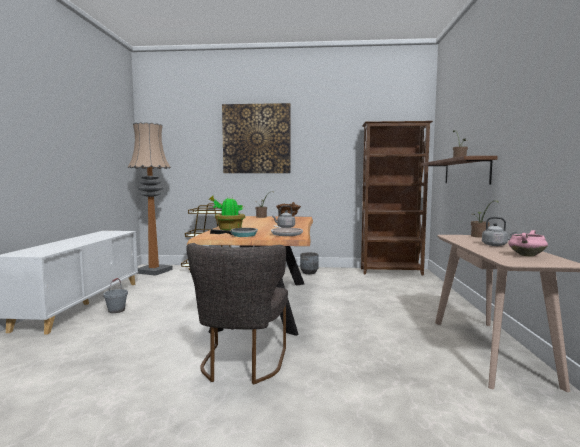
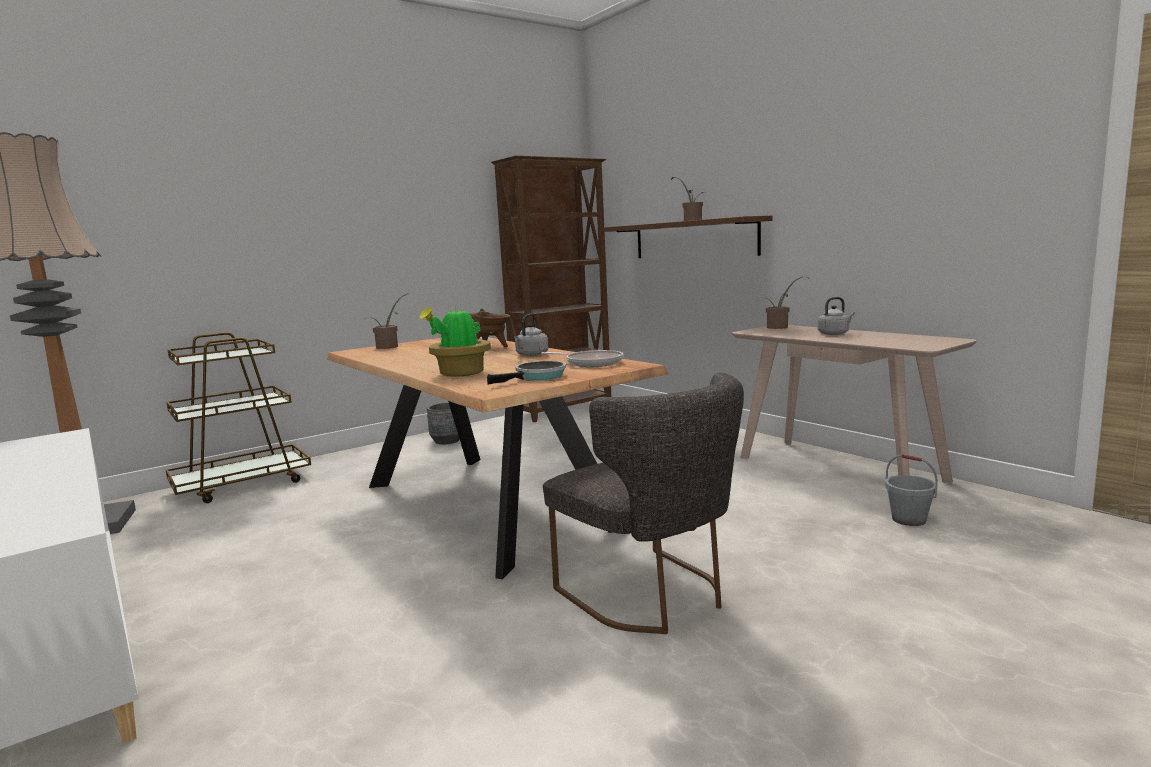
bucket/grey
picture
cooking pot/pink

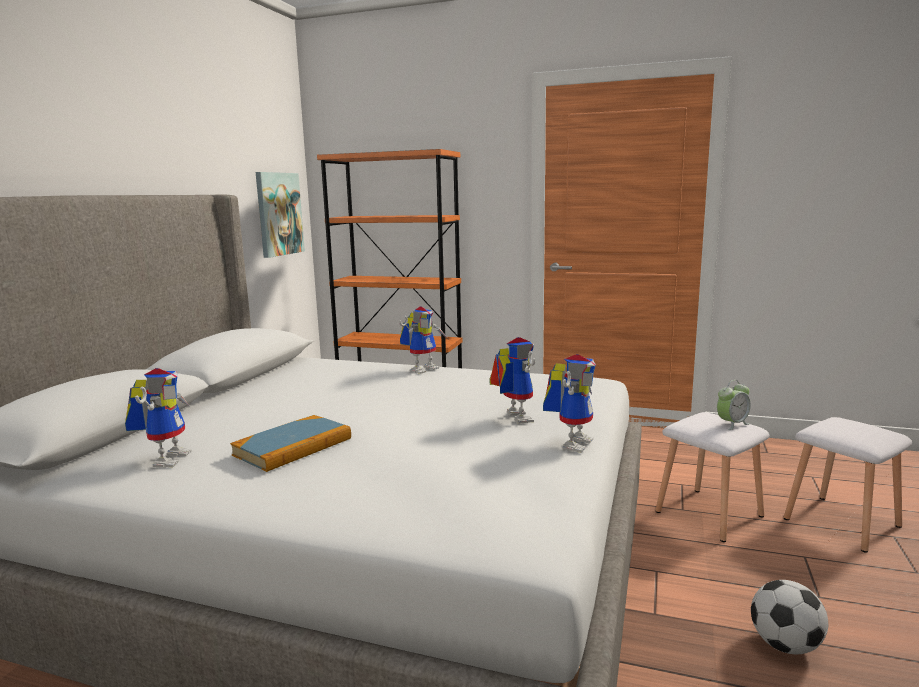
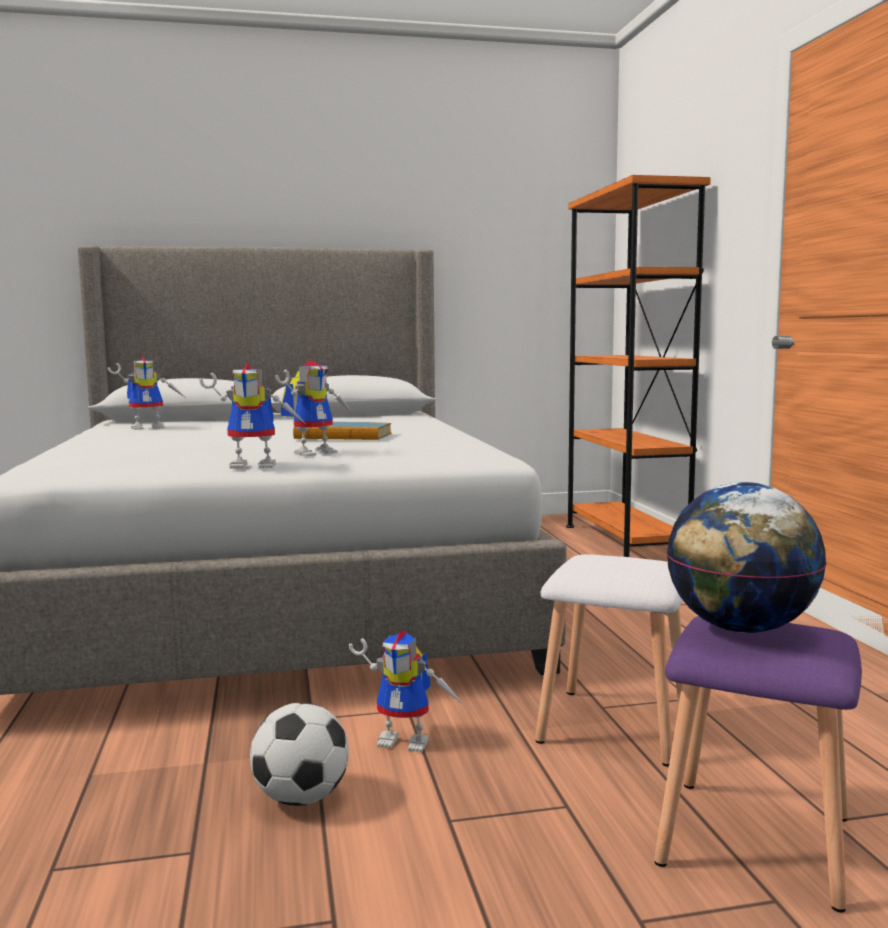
book
toy robot (no. 4 from left)
stool/purple
globe
picture
alarm clock

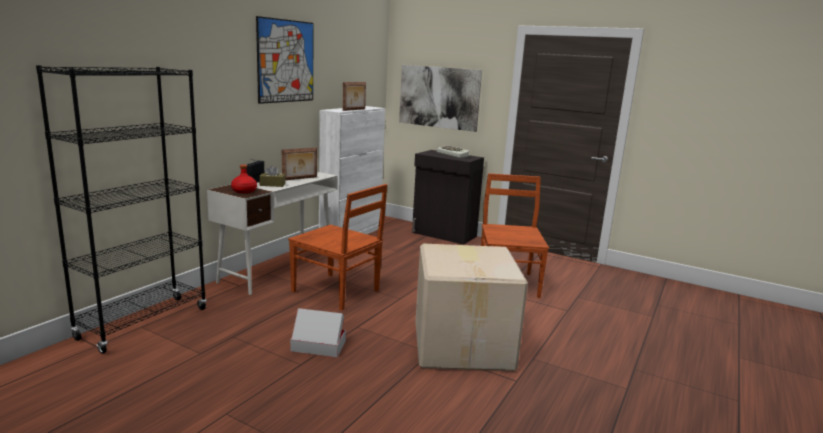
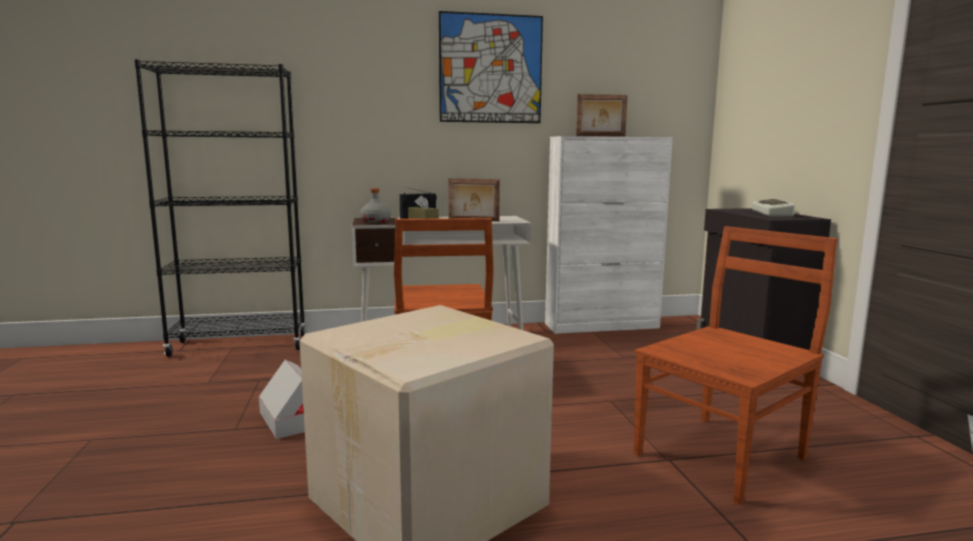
bottle/grey
picture (no. 2 from left in the first image)

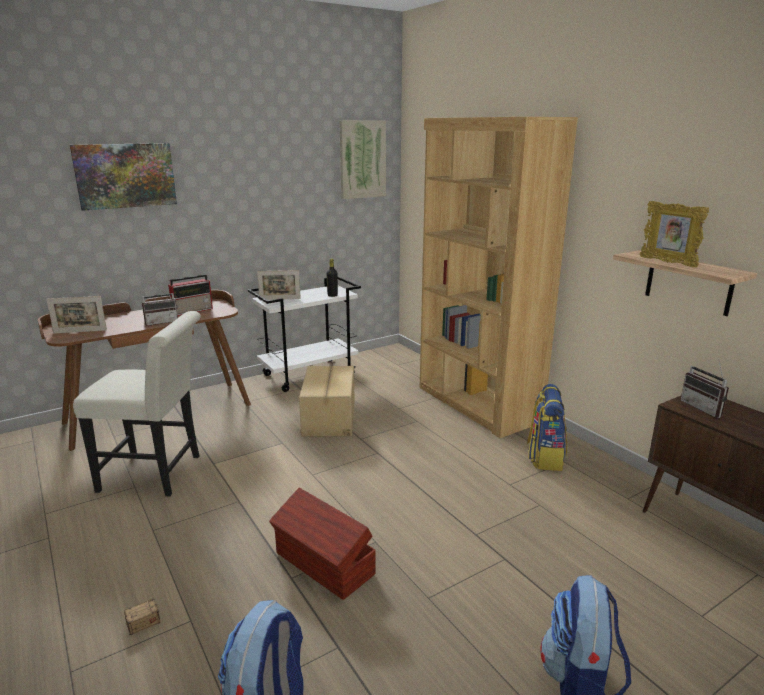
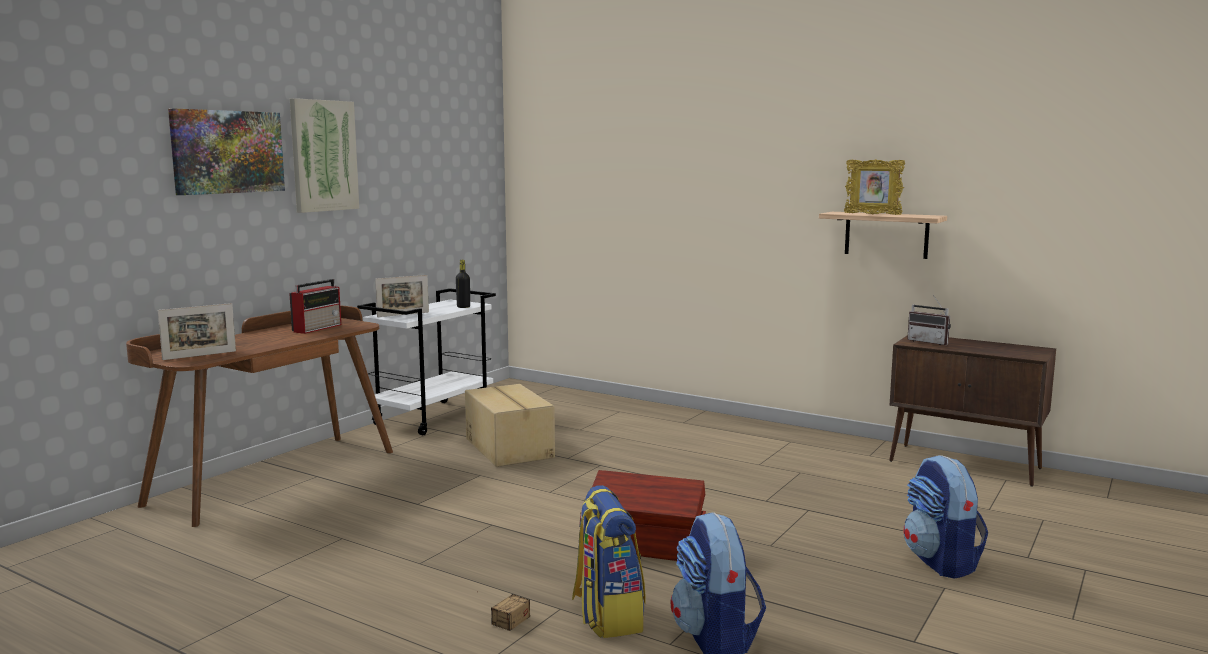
picture (no. 2 from left)
backpack (no. 1 from left)
chair/white
radio (no. 1 from left in the first image)
bookcase/brown

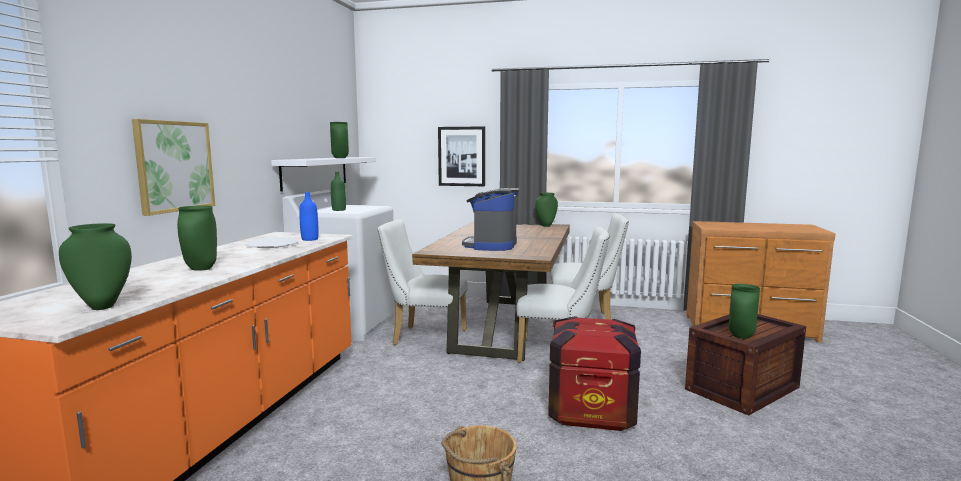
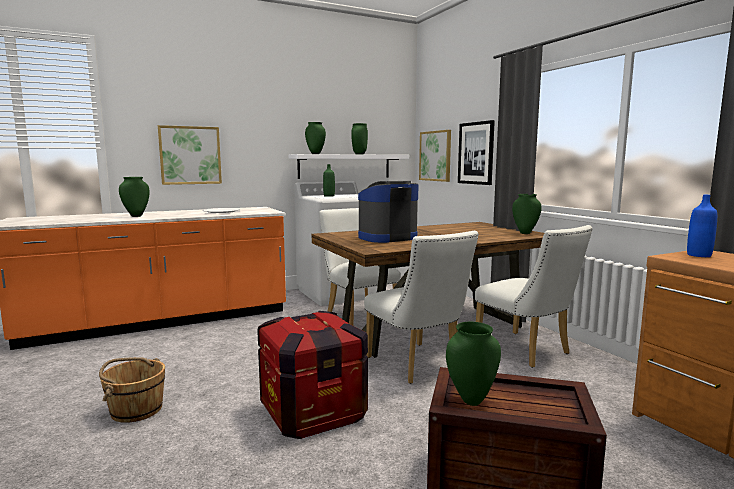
vase/green (no. 2 from left)
picture (no. 2 from left)
bottle/blue

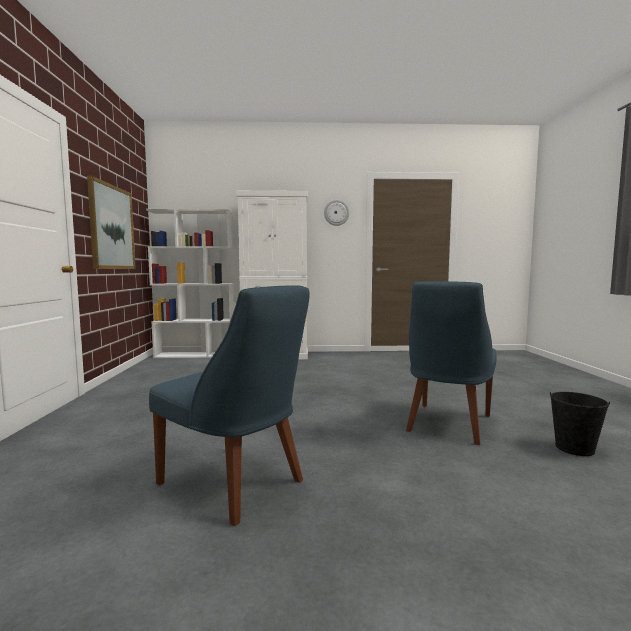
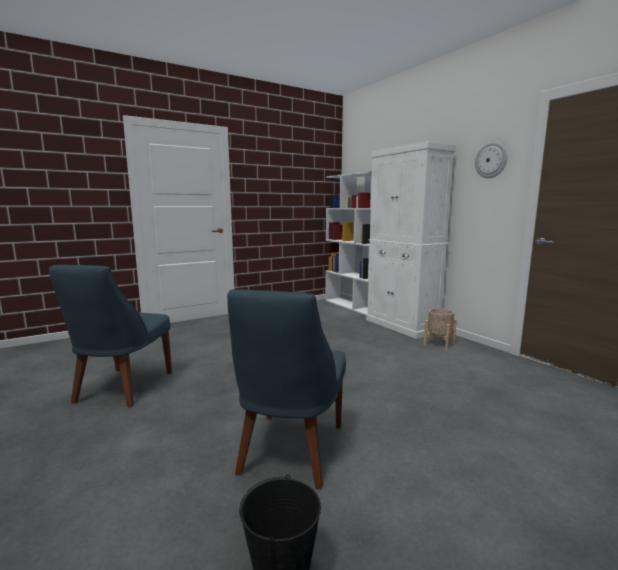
chair/blue (no. 2 from left)
planter/beige
picture

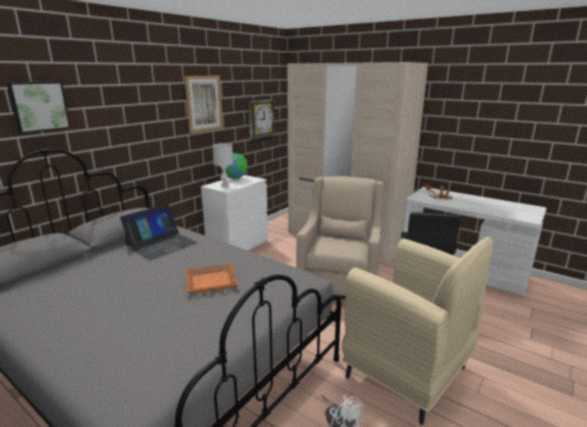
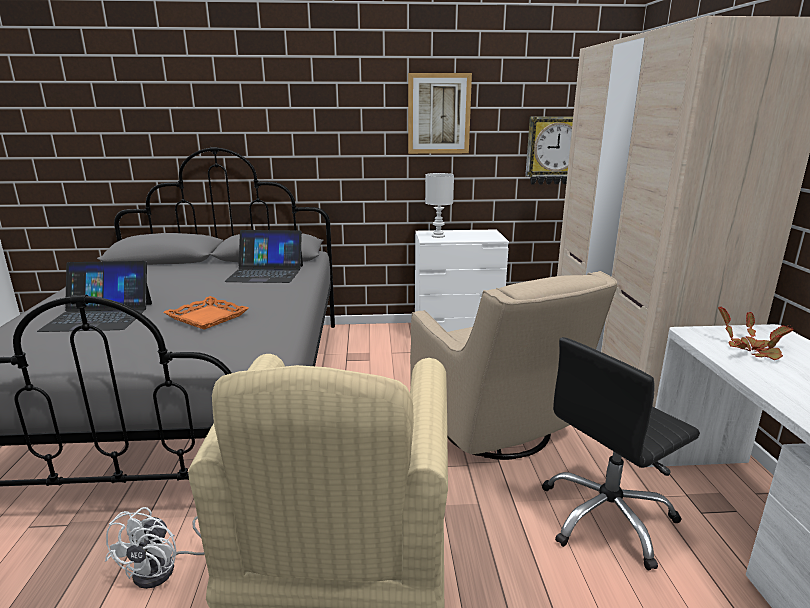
laptop (no. 1 from left)
armchair/beige (no. 2 from left)
picture (no. 1 from left in the first image)
globe

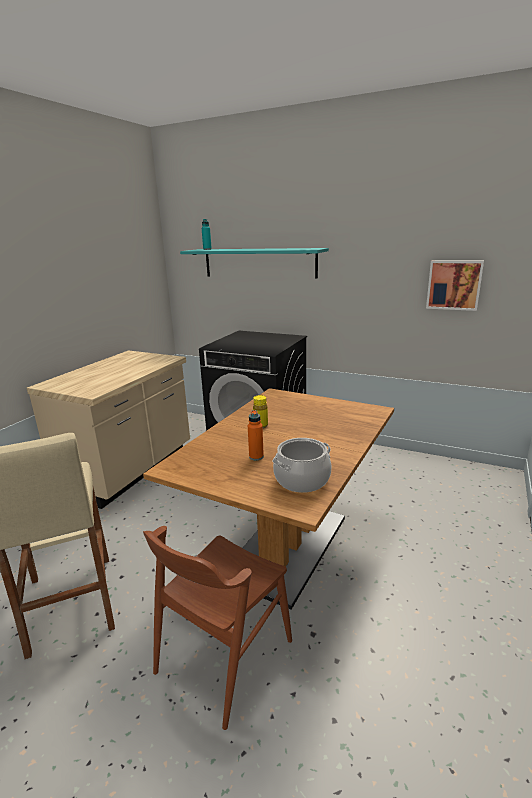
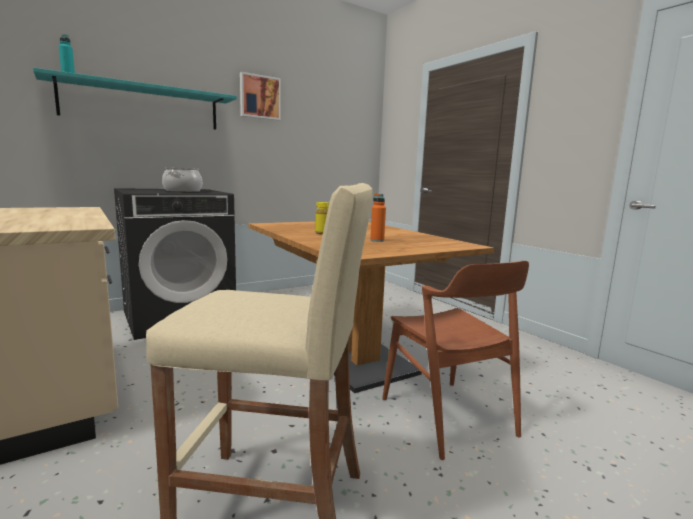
cooking pot
picture

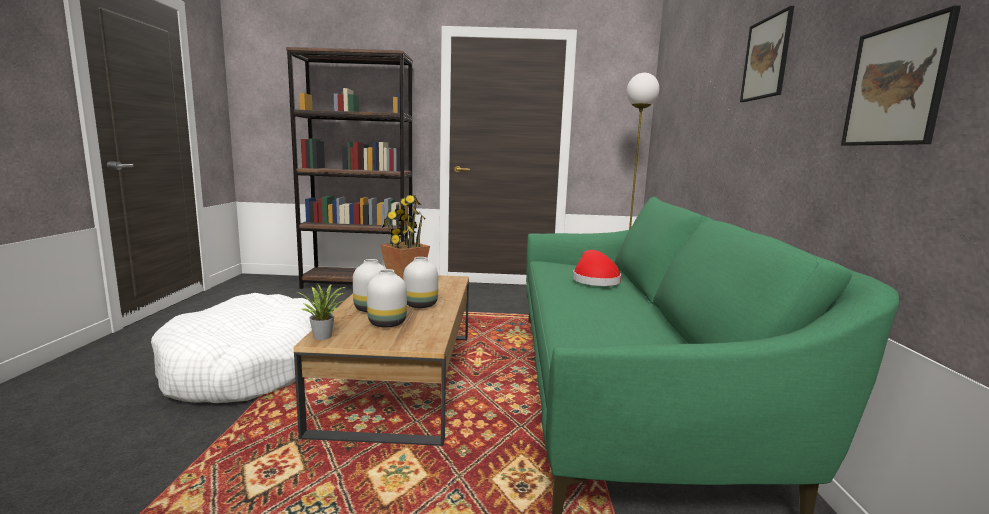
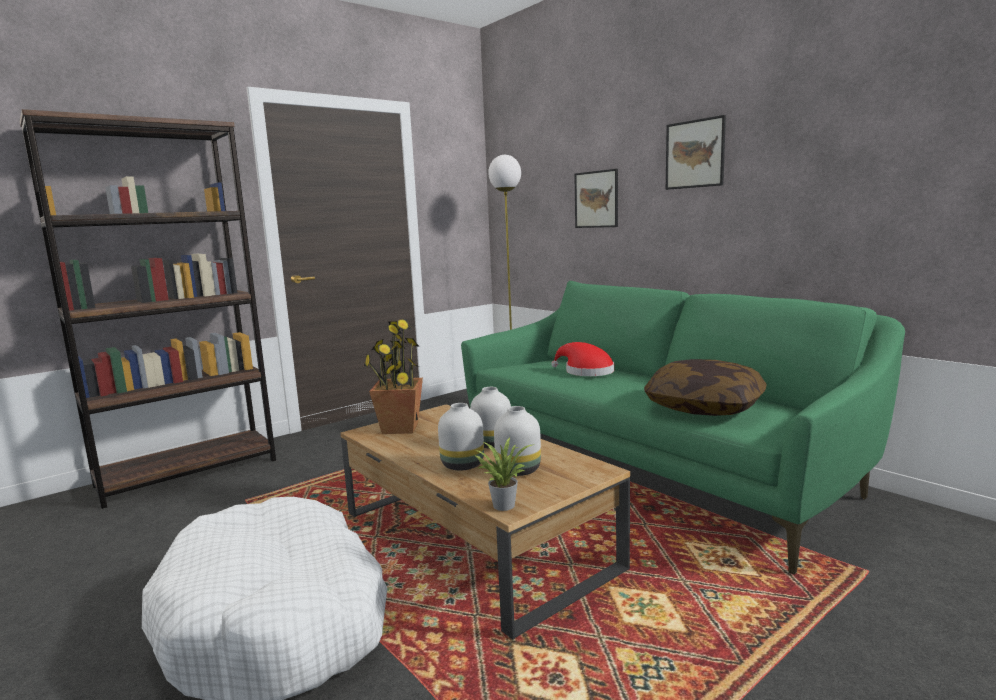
picture (no. 1 from left)
pillow

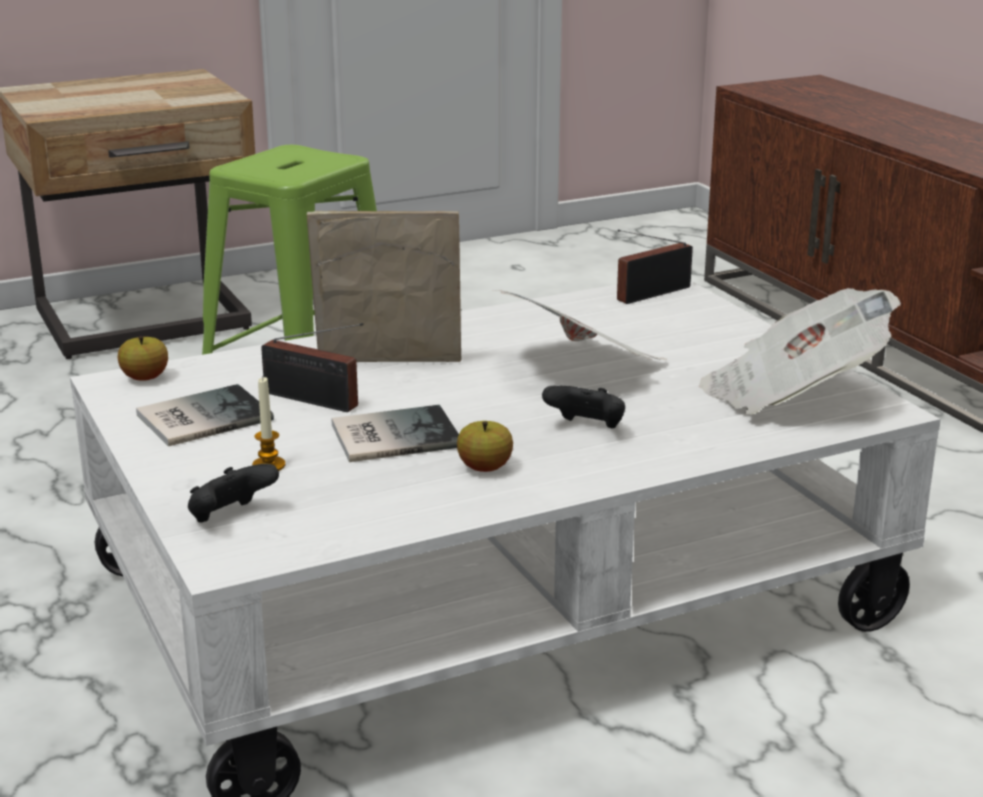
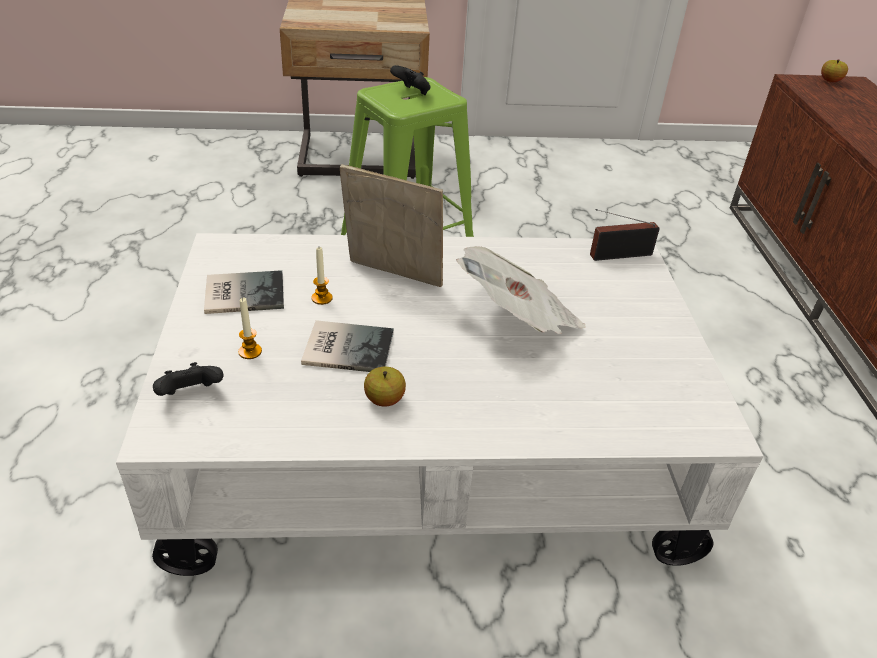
candle (no. 2 from left)
game controller/black (no. 2 from left)
apple (no. 2 from left)
newspaper (no. 2 from left in the first image)

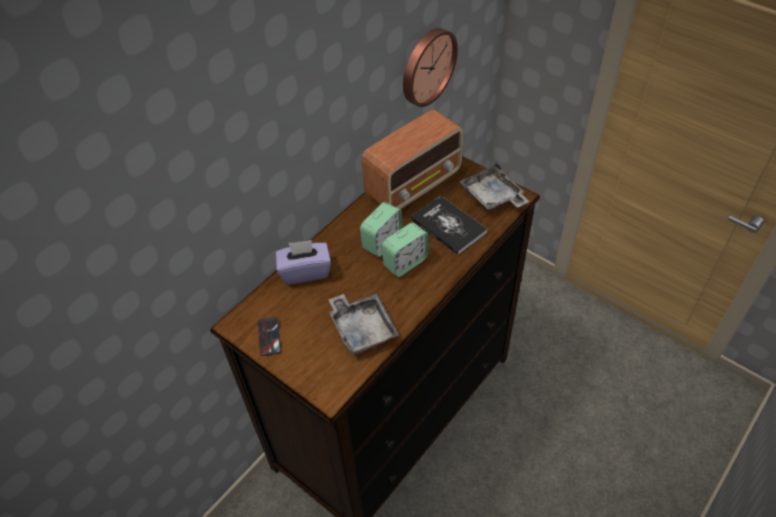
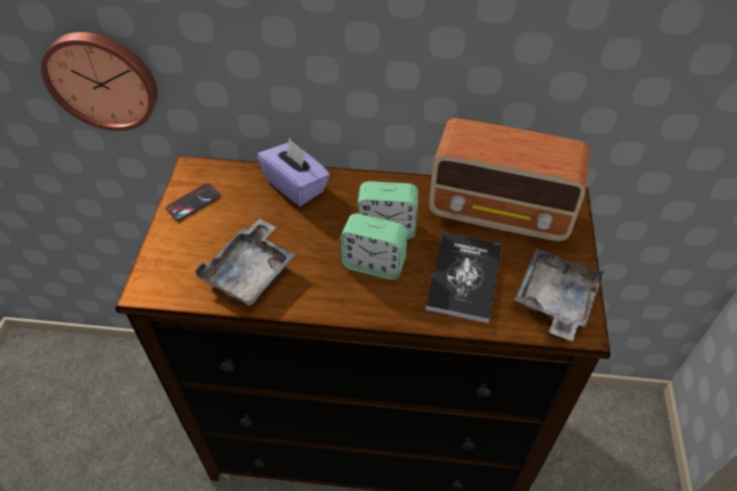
wall clock

